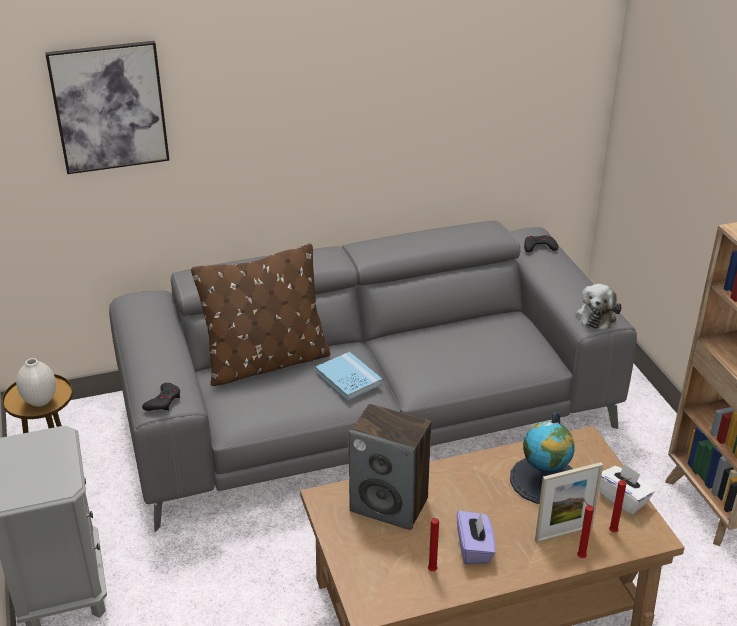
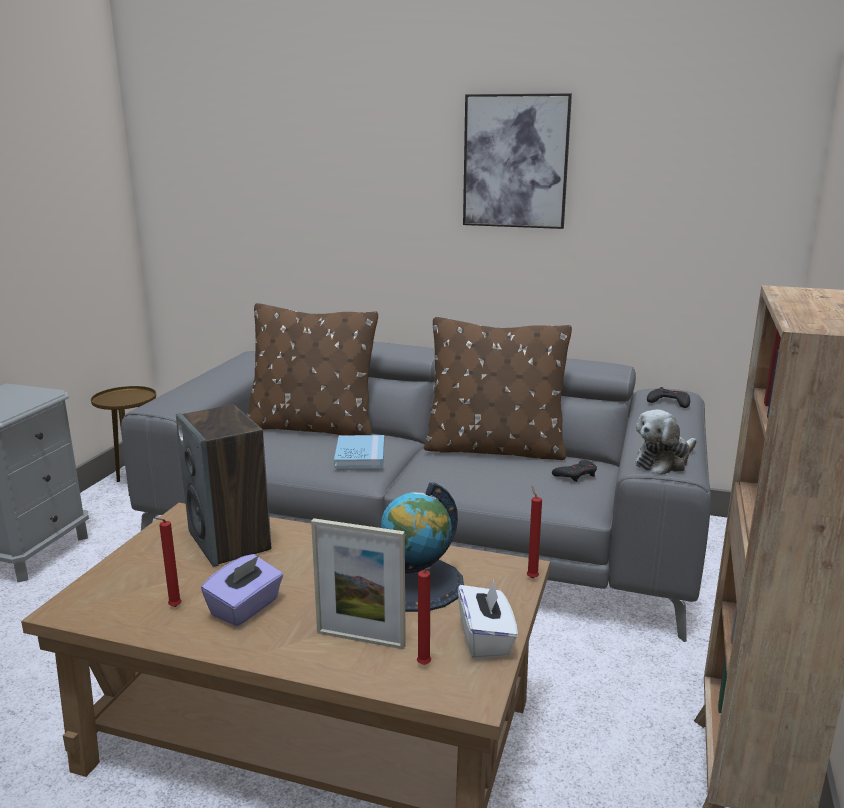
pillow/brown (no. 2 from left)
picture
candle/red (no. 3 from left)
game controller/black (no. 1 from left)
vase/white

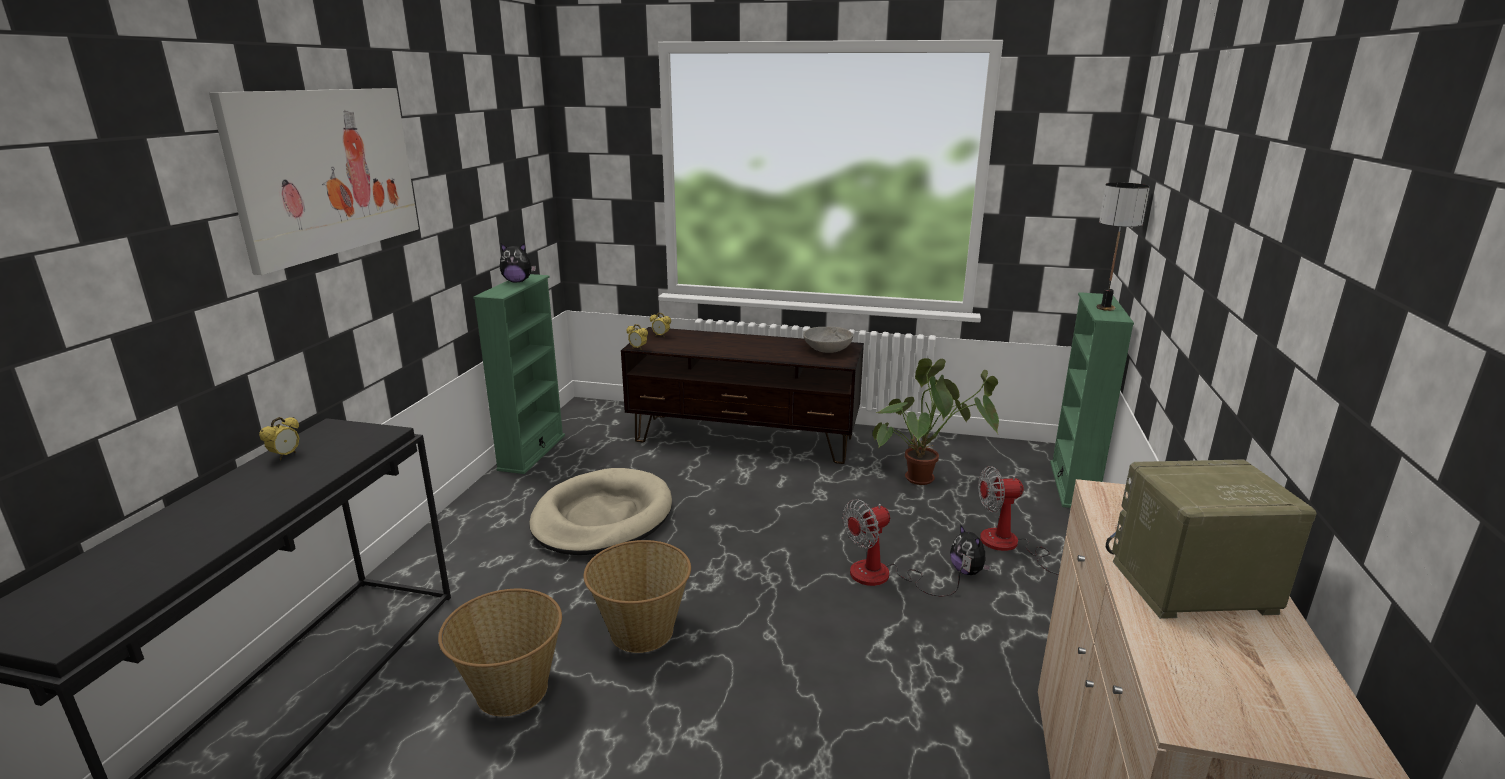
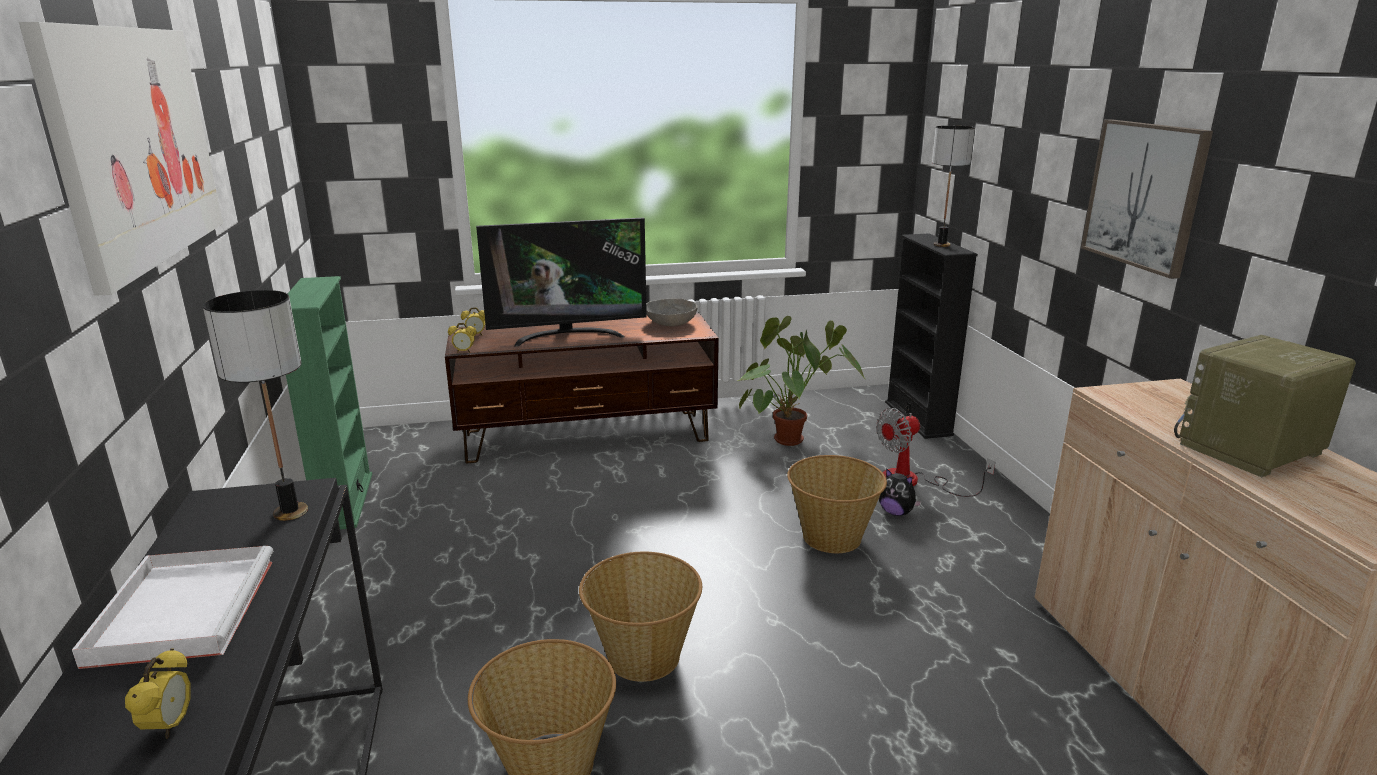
tray/white
alarm clock (no. 1 from left)
table lamp (no. 1 from left)
television
basket (no. 3 from left)
bookcase/black
picture (no. 2 from left)
plush toy (no. 1 from left in the first image)
dog bed/beige

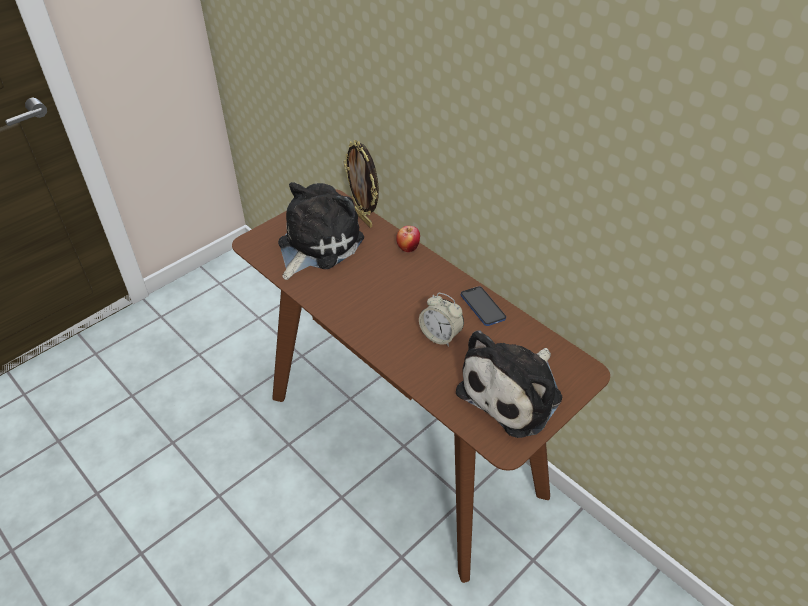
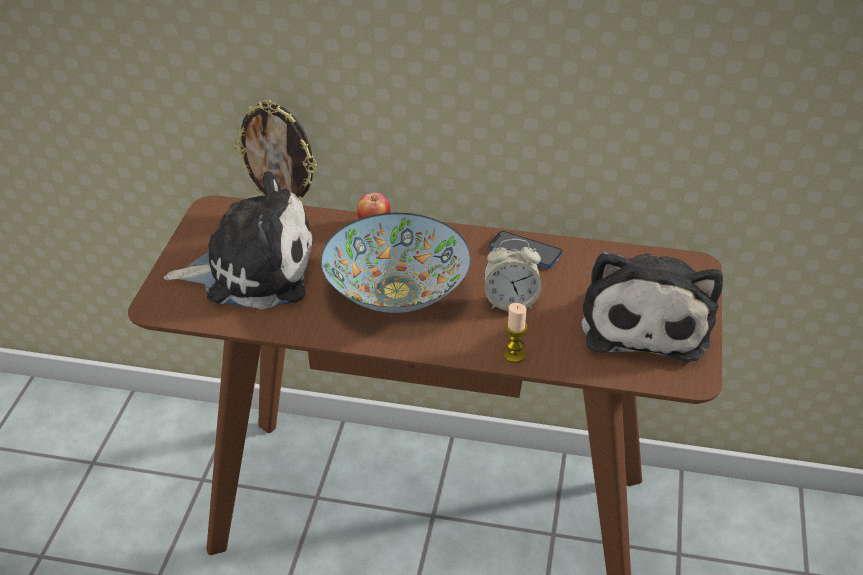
plush toy (no. 1 from left)
bowl
candle

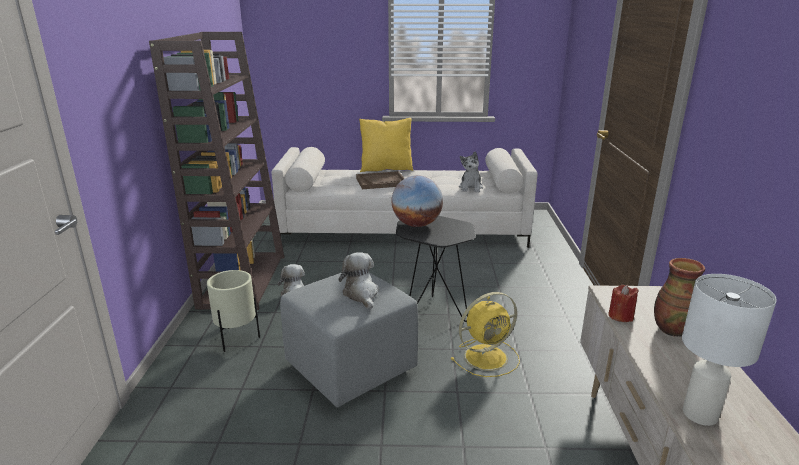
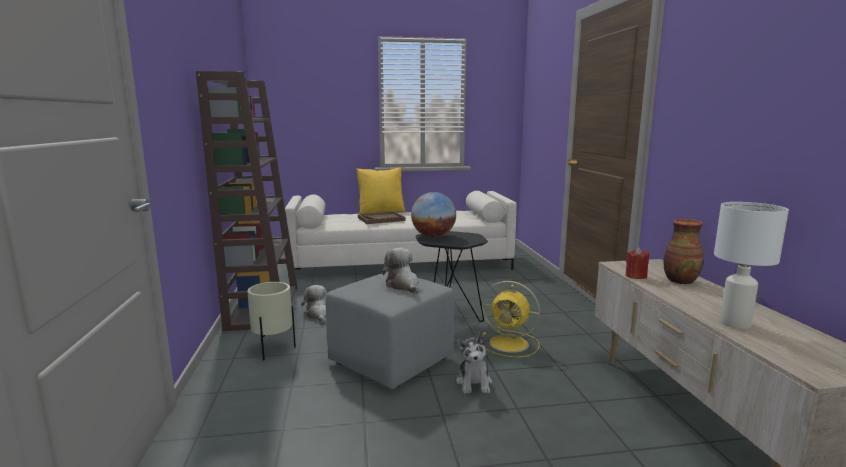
plush toy (no. 3 from left)
fan/yellow

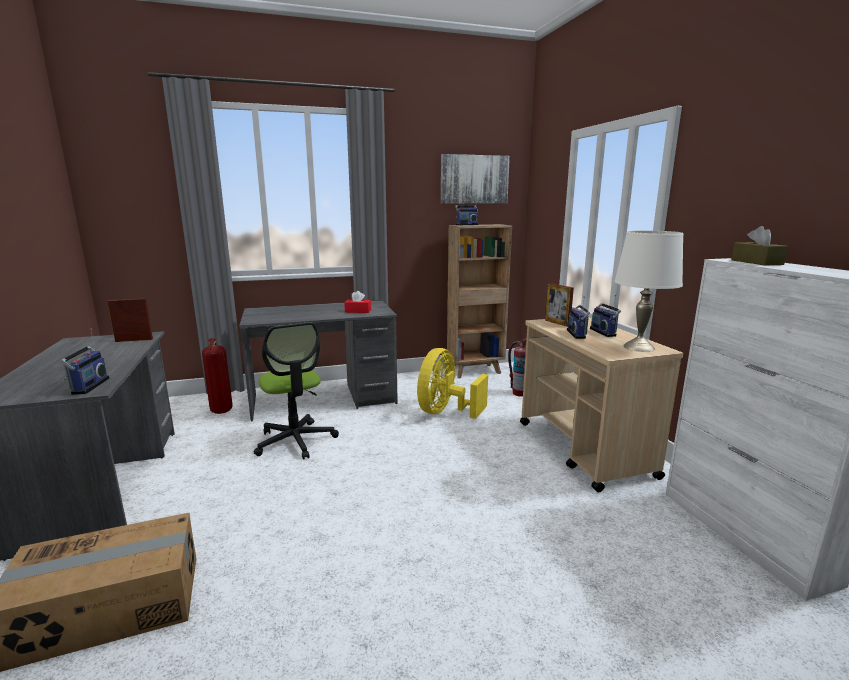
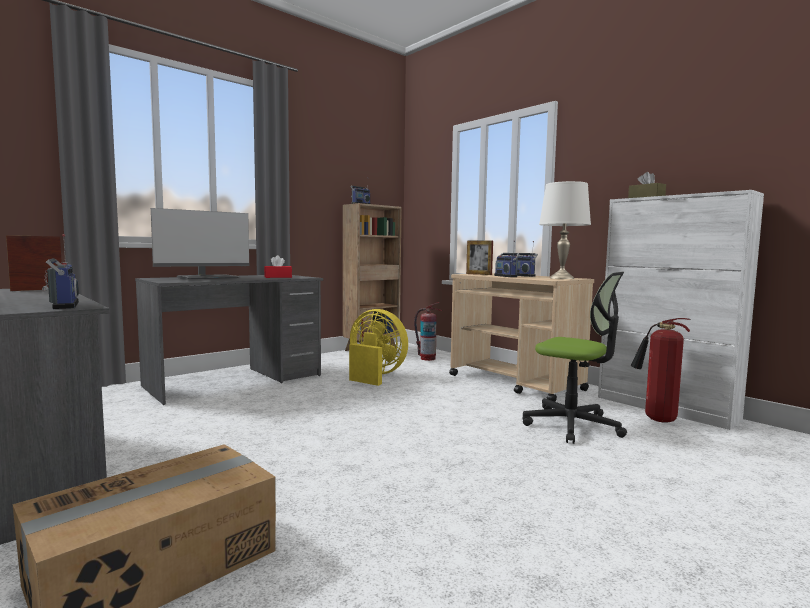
monitor
fan/yellow
office chair
fire extinguisher (no. 2 from left)
picture

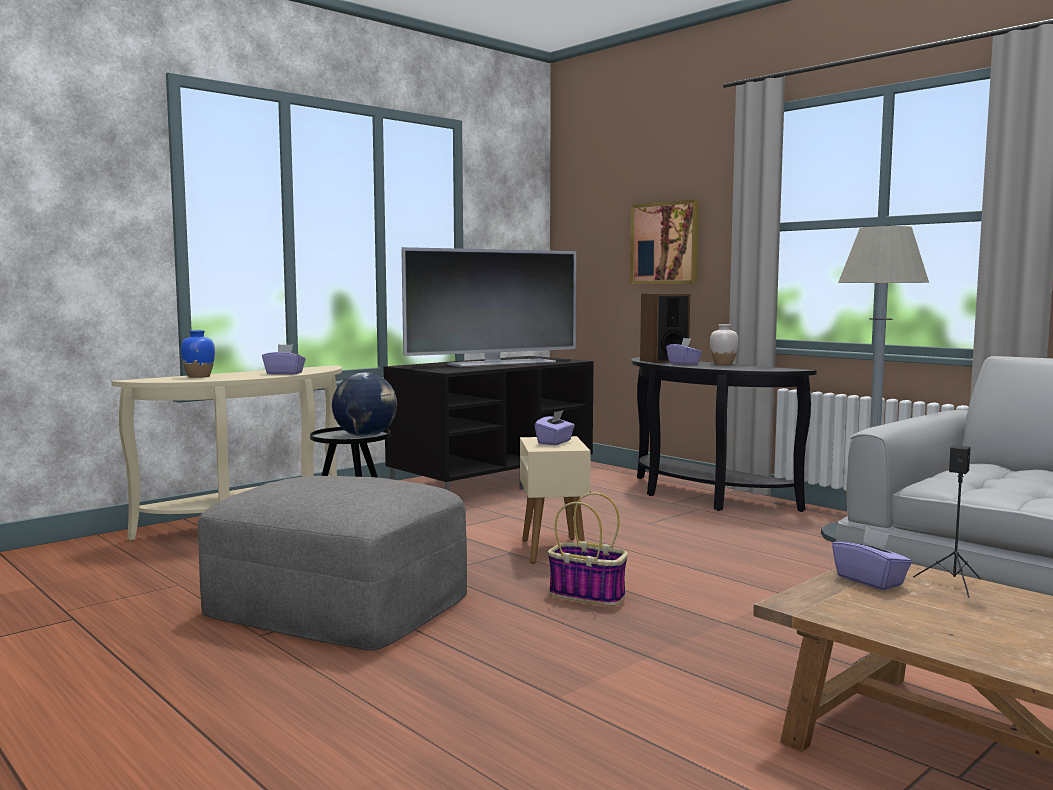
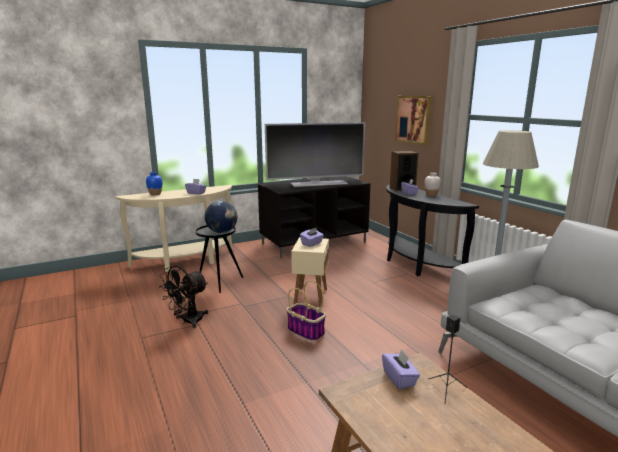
fan/black

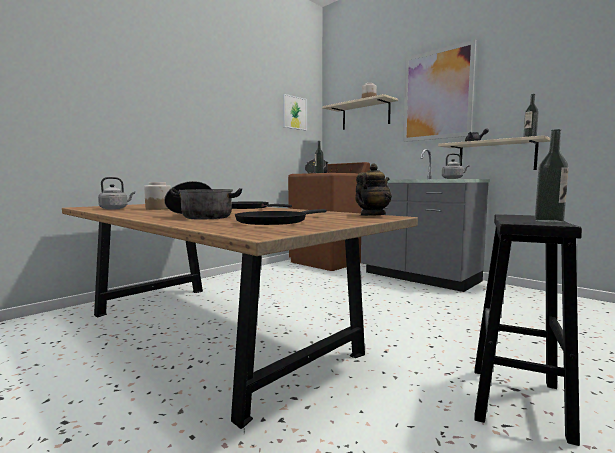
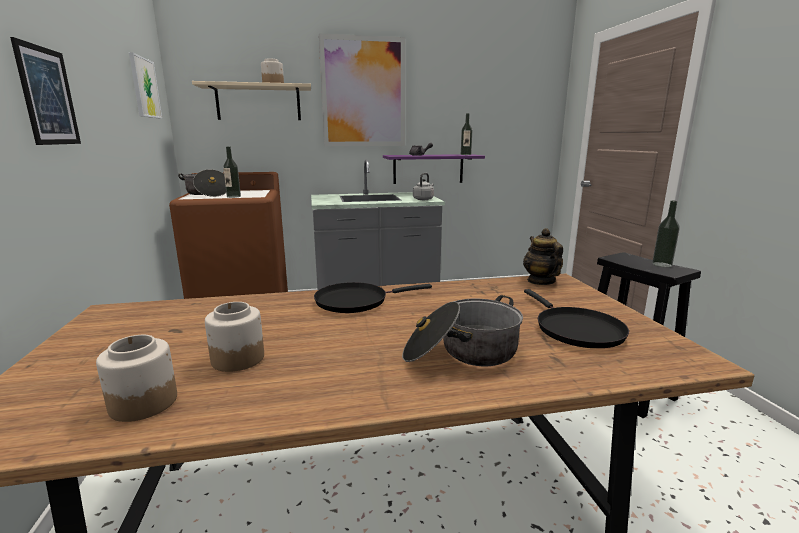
picture (no. 1 from left)
jar (no. 1 from left)
shelf/purple

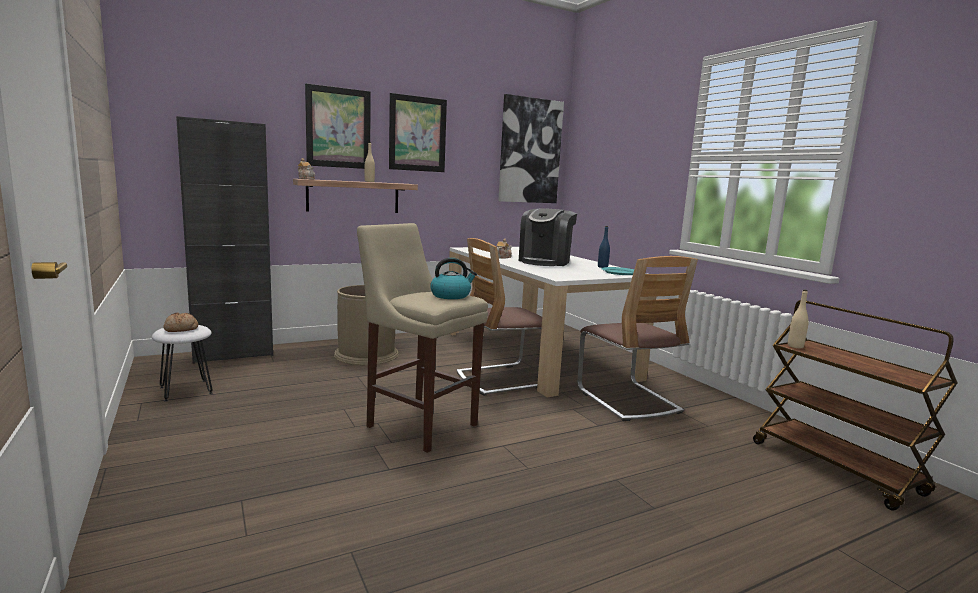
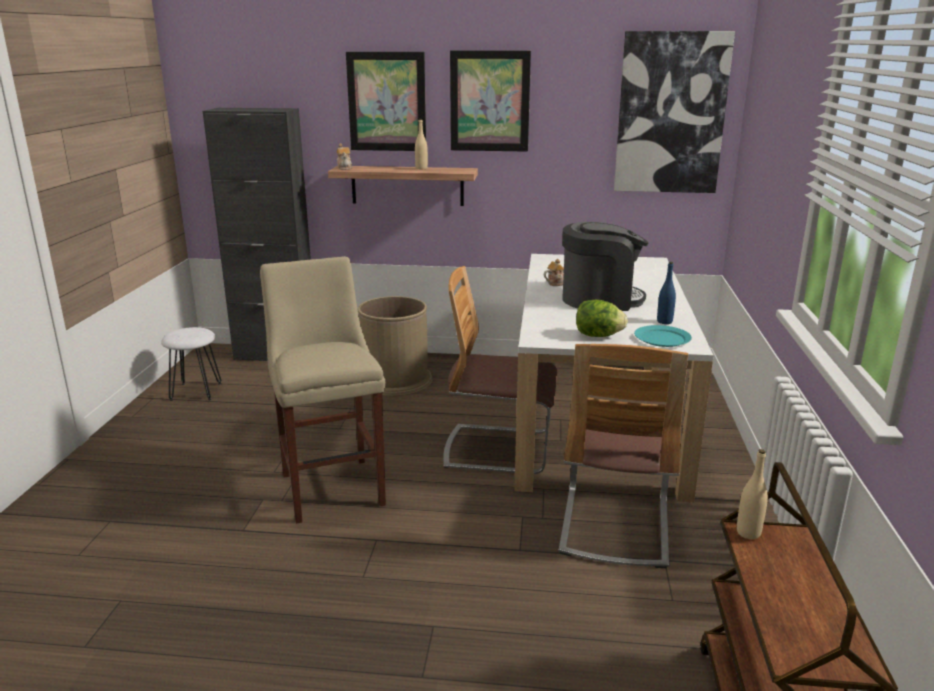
coffee machine
lettuce
bread
kettle

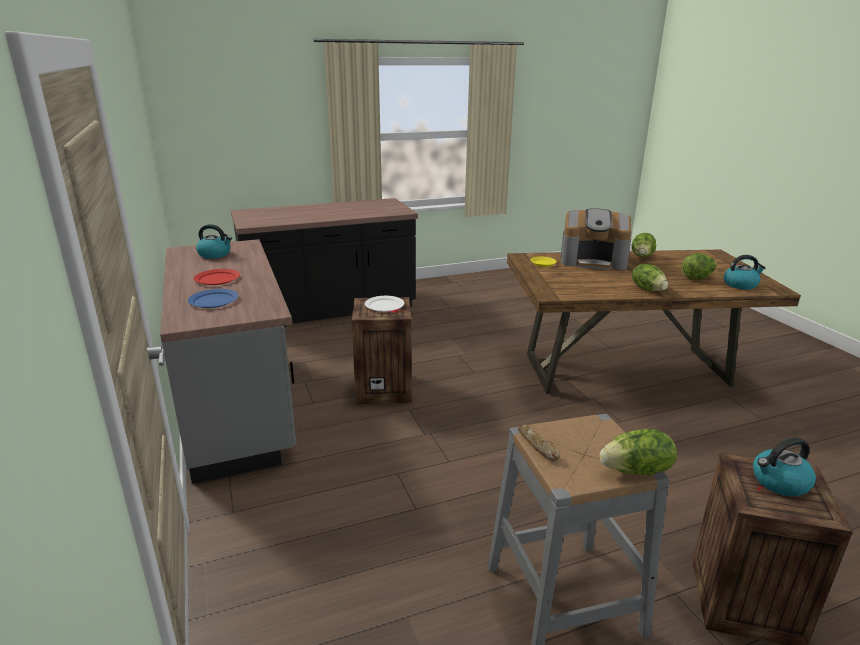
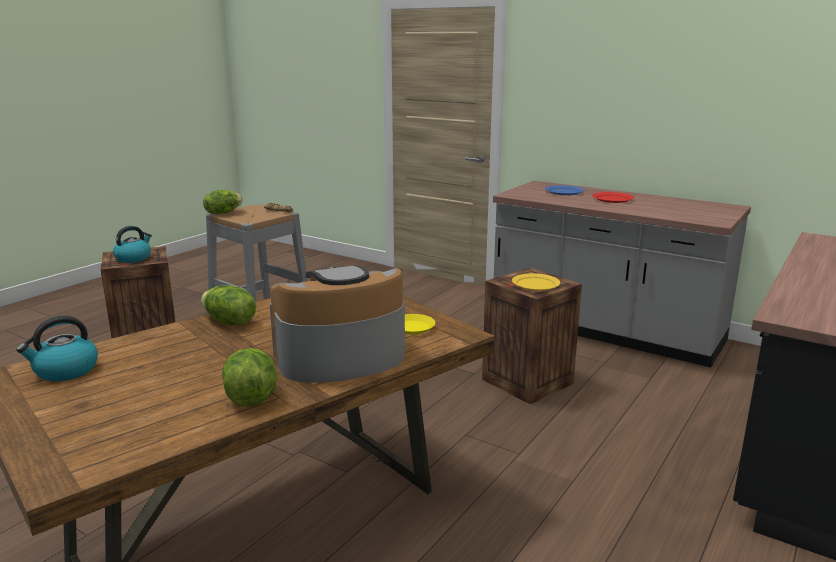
plate/yellow (no. 2 from left)
kettle (no. 1 from left in the first image)
lettuce (no. 4 from left in the first image)

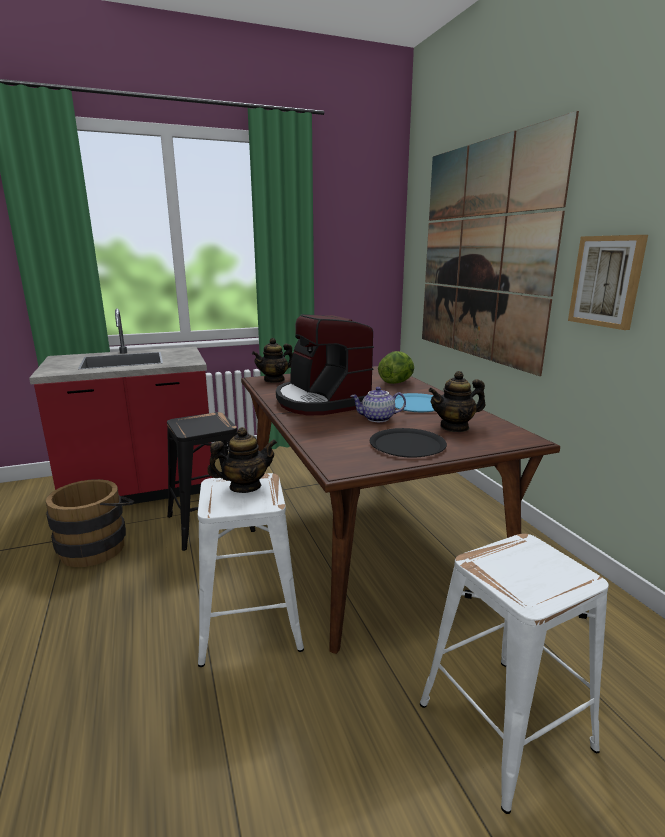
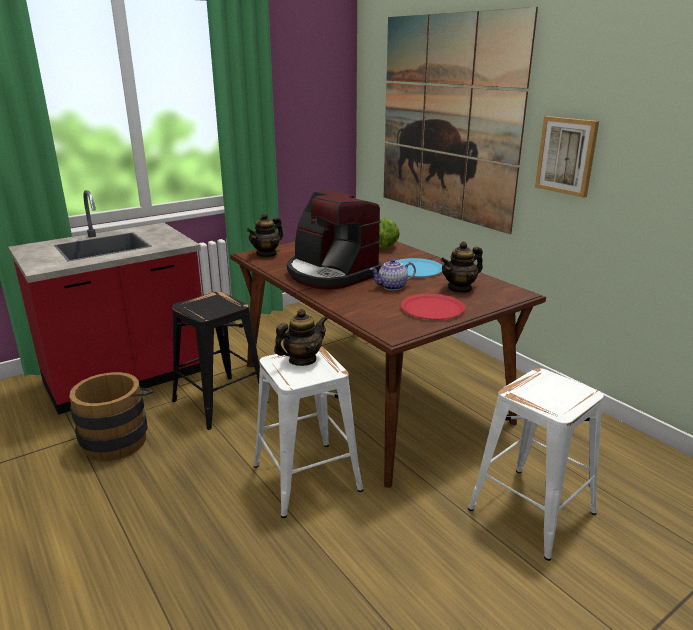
plate/red

